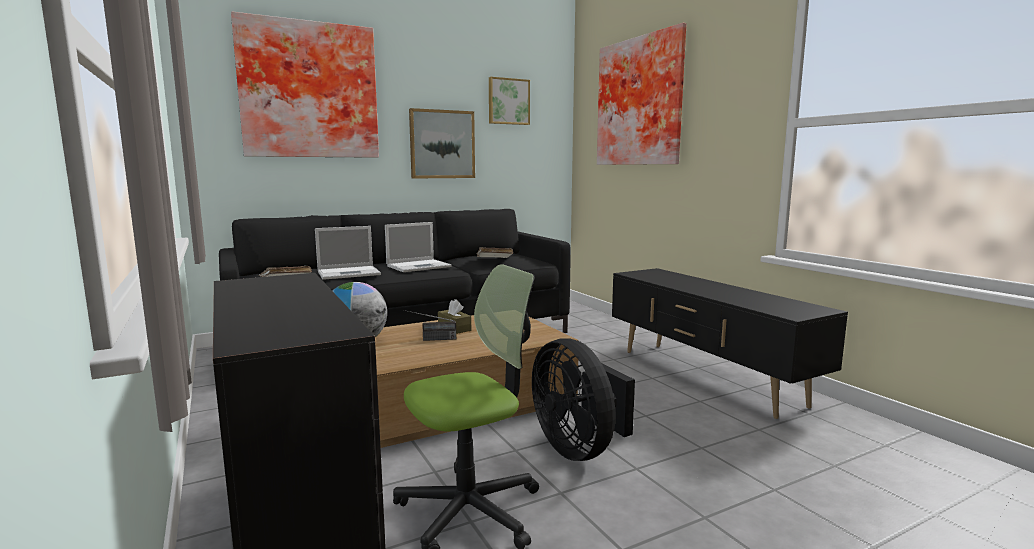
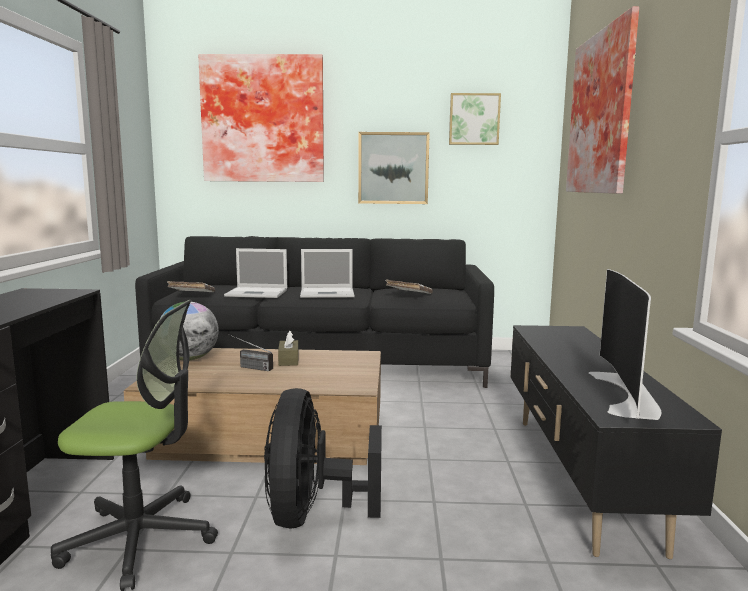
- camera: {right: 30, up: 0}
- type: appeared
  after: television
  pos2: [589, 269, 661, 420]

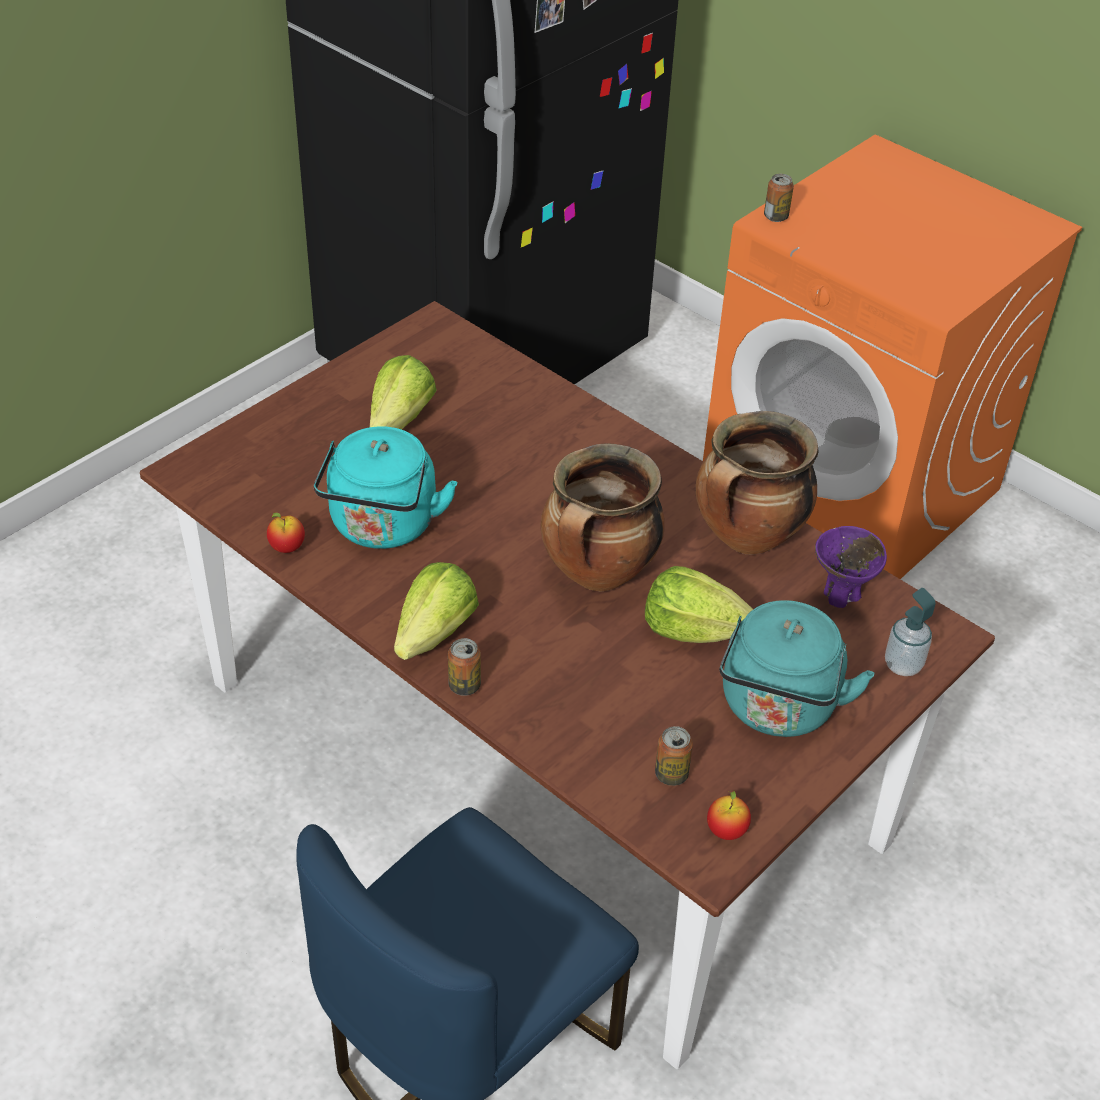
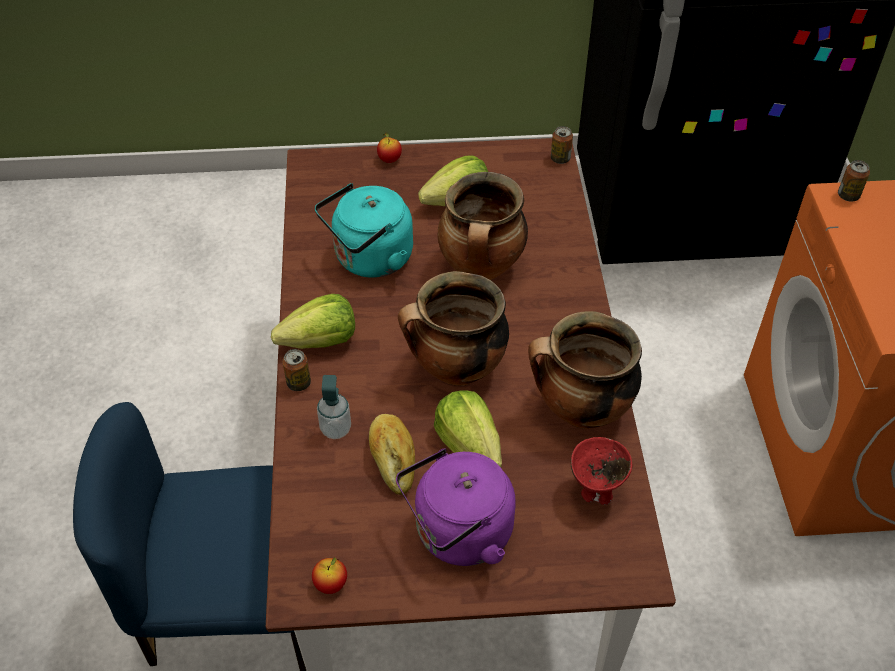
- camera: {right: 45, up: 5}
- type: appeared
  after: bakery bread
  pos2: [369, 414, 415, 495]
- type: appeared
  after: cooking pot
  pos2: [437, 172, 528, 280]
- type: relocated
  before: apple
  pos1: [267, 512, 305, 553]
  pos2: [377, 133, 402, 163]
- type: relocated
  before: metal can
  pos1: [655, 726, 693, 786]
  pos2: [551, 126, 573, 164]
- type: relocated
  before: liquid soap bottle
  pos1: [885, 588, 936, 676]
  pos2: [317, 375, 351, 439]
- type: colour
  before: tea kettle/turquoise
  after: tea kettle/purple-coloured
  pos1: [719, 600, 874, 737]
  pos2: [396, 448, 516, 566]
- type: colour
  before: deep dish/purple-coloured
  after: deep dish/reddish
  pos1: [815, 526, 887, 608]
  pos2: [571, 437, 632, 505]

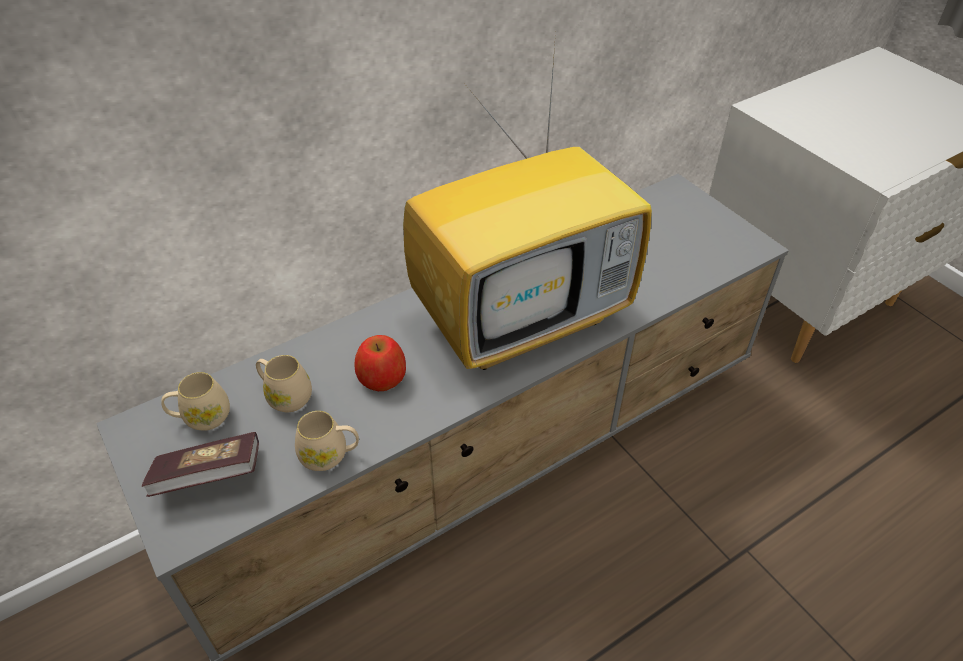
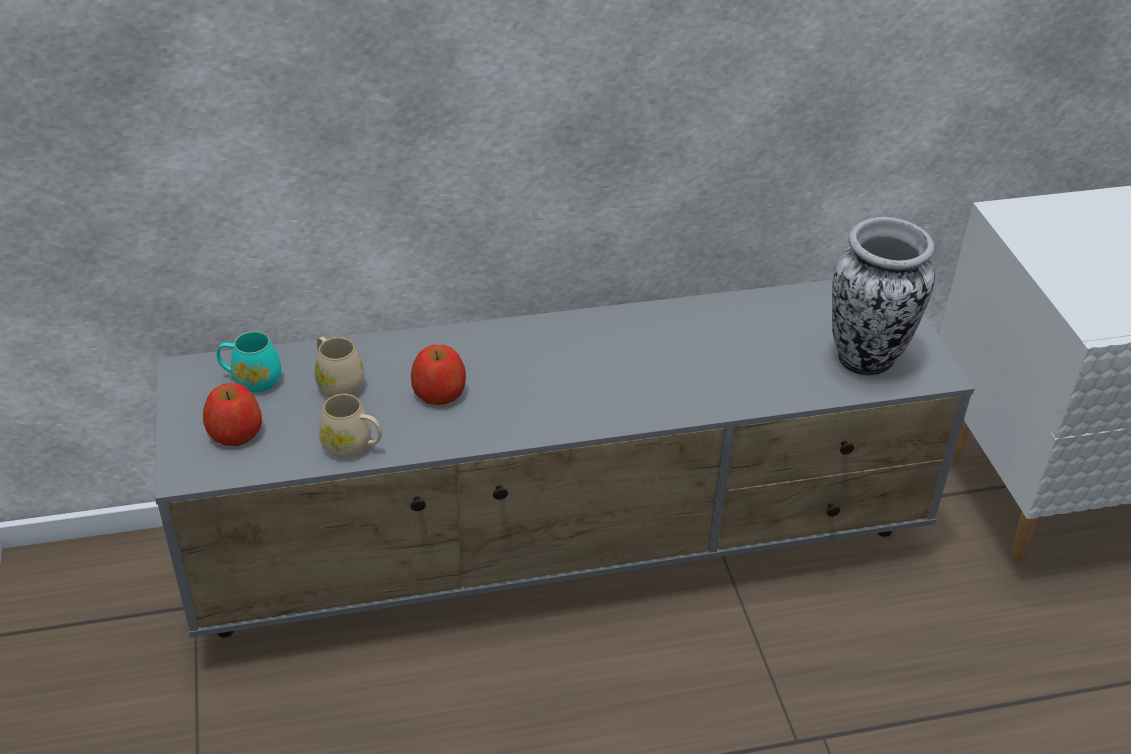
- camera: {right: 20, up: -5}
- type: missing
  before: television
  pos1: [403, 33, 652, 370]
- type: appeared
  after: vase
  pos2: [832, 217, 935, 376]
- type: exchanged
  before: volume
  after: apple
  pos1: [142, 432, 259, 497]
  pos2: [203, 383, 262, 446]
- type: colour
  before: mug/sand-coloured
  after: mug/turquoise
  pos1: [161, 372, 230, 431]
  pos2: [217, 331, 281, 393]

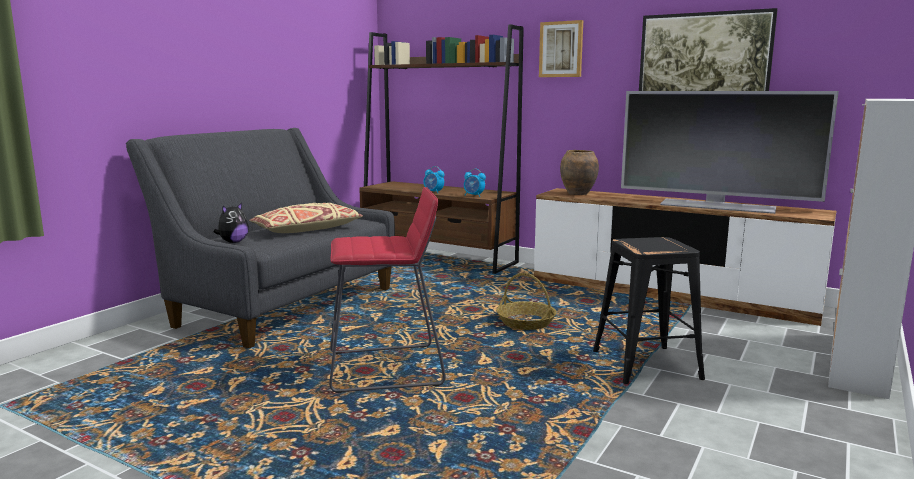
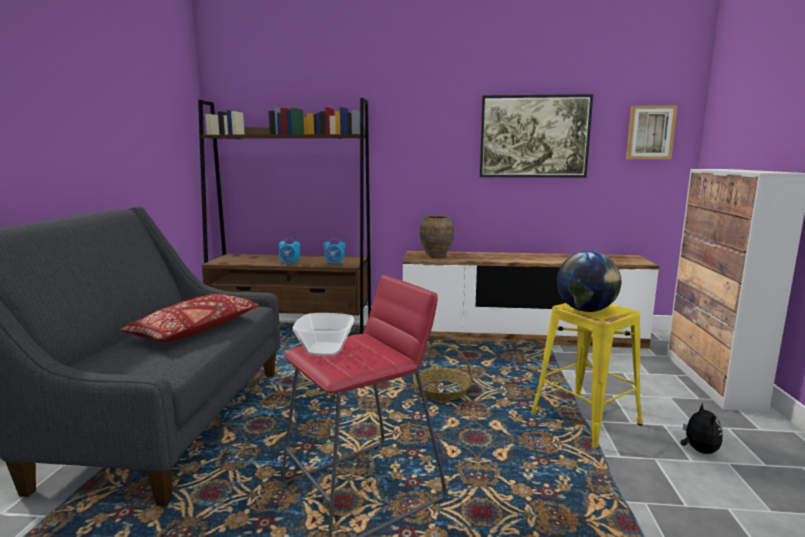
- camera: {right: -25, up: 0}
- type: missing
  before: television
  pos1: [621, 91, 839, 214]
- type: appeared
  after: deep dish
  pos2: [293, 313, 354, 356]
- type: appeared
  after: globe
  pos2: [557, 251, 621, 312]
- type: relocated
  before: soft toy
  pos1: [214, 202, 249, 243]
  pos2: [681, 403, 723, 454]
- type: relocated
  before: wall picture
  pos1: [539, 20, 583, 77]
  pos2: [626, 105, 678, 159]
- type: colour
  before: pillow/sand-coloured
  after: pillow/reddish
  pos1: [249, 203, 363, 233]
  pos2: [120, 294, 259, 342]
- type: colour
  before: sitting stool/black-coloured
  after: sitting stool/yellow
  pos1: [593, 237, 705, 384]
  pos2: [531, 303, 642, 448]

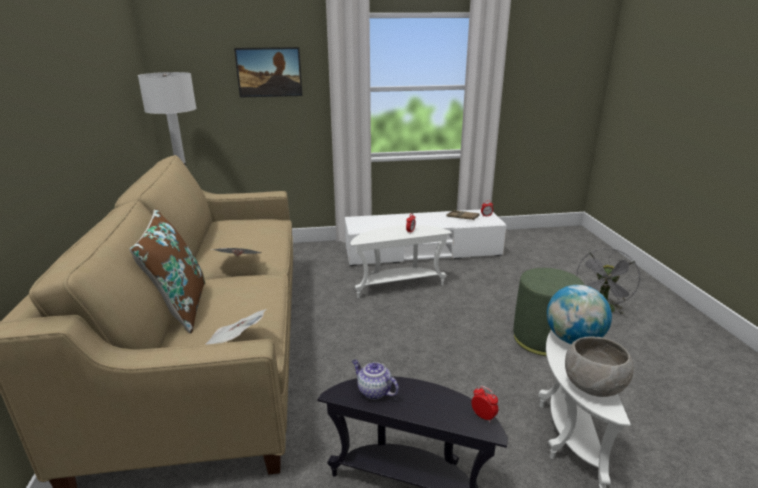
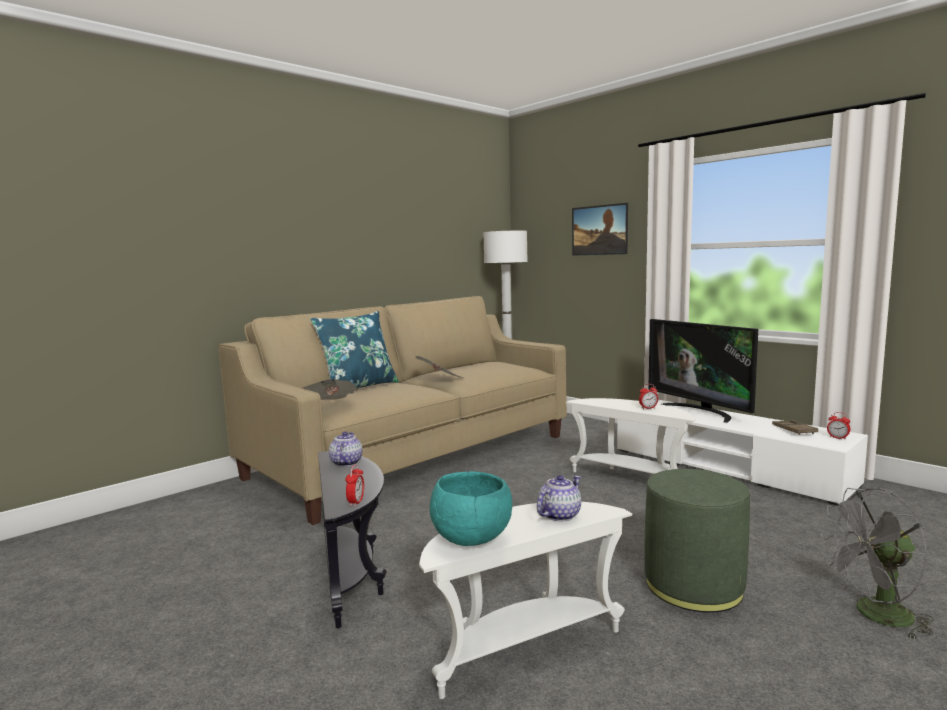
- camera: {right: 55, up: -15}
- type: appeared
  after: television
  pos2: [648, 319, 758, 423]
- type: exchanged
  before: globe
  after: pot for tea
  pos1: [547, 285, 612, 344]
  pos2: [537, 475, 581, 521]
- type: colour
  before: pillow/brown-coloured
  after: pillow/bluish
  pos1: [129, 209, 205, 334]
  pos2: [310, 311, 399, 388]
- type: colour
  before: deep dish/grey
  after: deep dish/turquoise
  pos1: [565, 337, 634, 397]
  pos2: [430, 471, 512, 546]

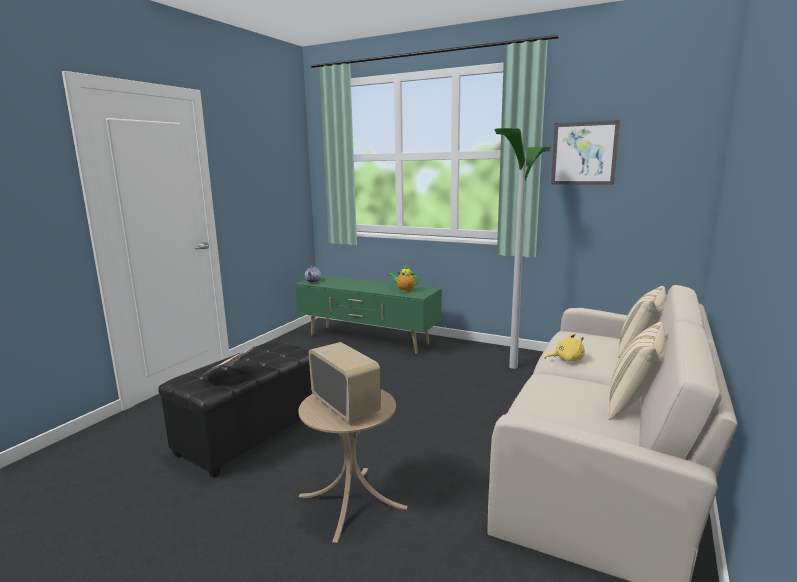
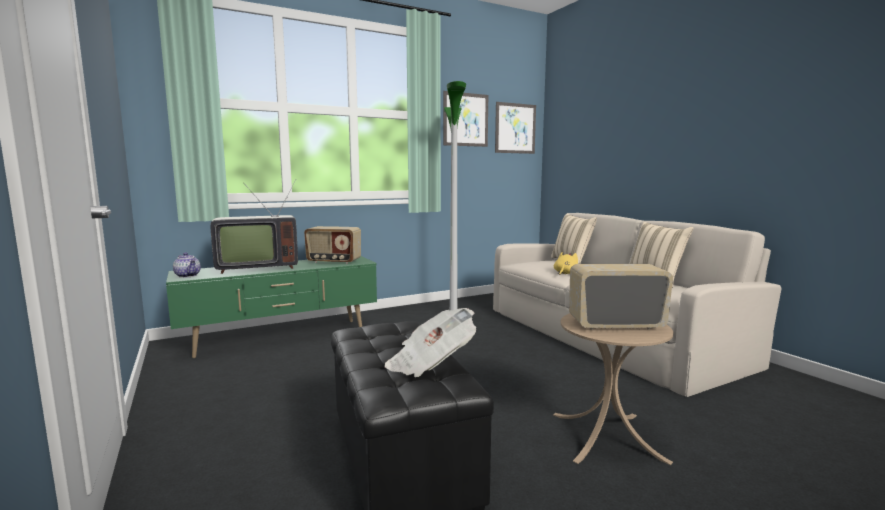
- camera: {right: -55, up: -5}
- type: appeared
  after: television
  pos2: [210, 180, 298, 274]
- type: appeared
  after: wall picture
  pos2: [495, 102, 536, 154]
- type: exchanged
  before: pot for tea
  after: radio set
  pos1: [388, 265, 418, 292]
  pos2: [304, 226, 361, 264]

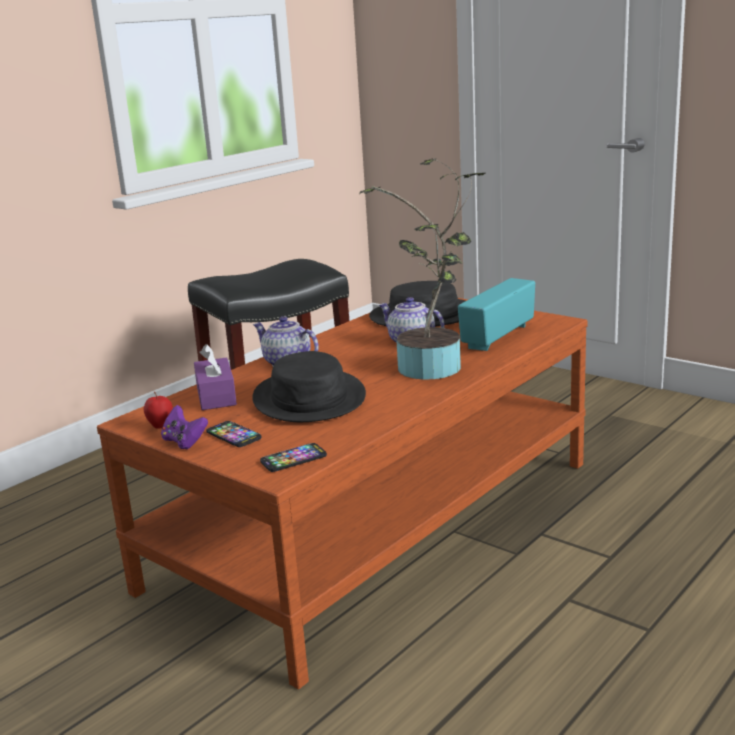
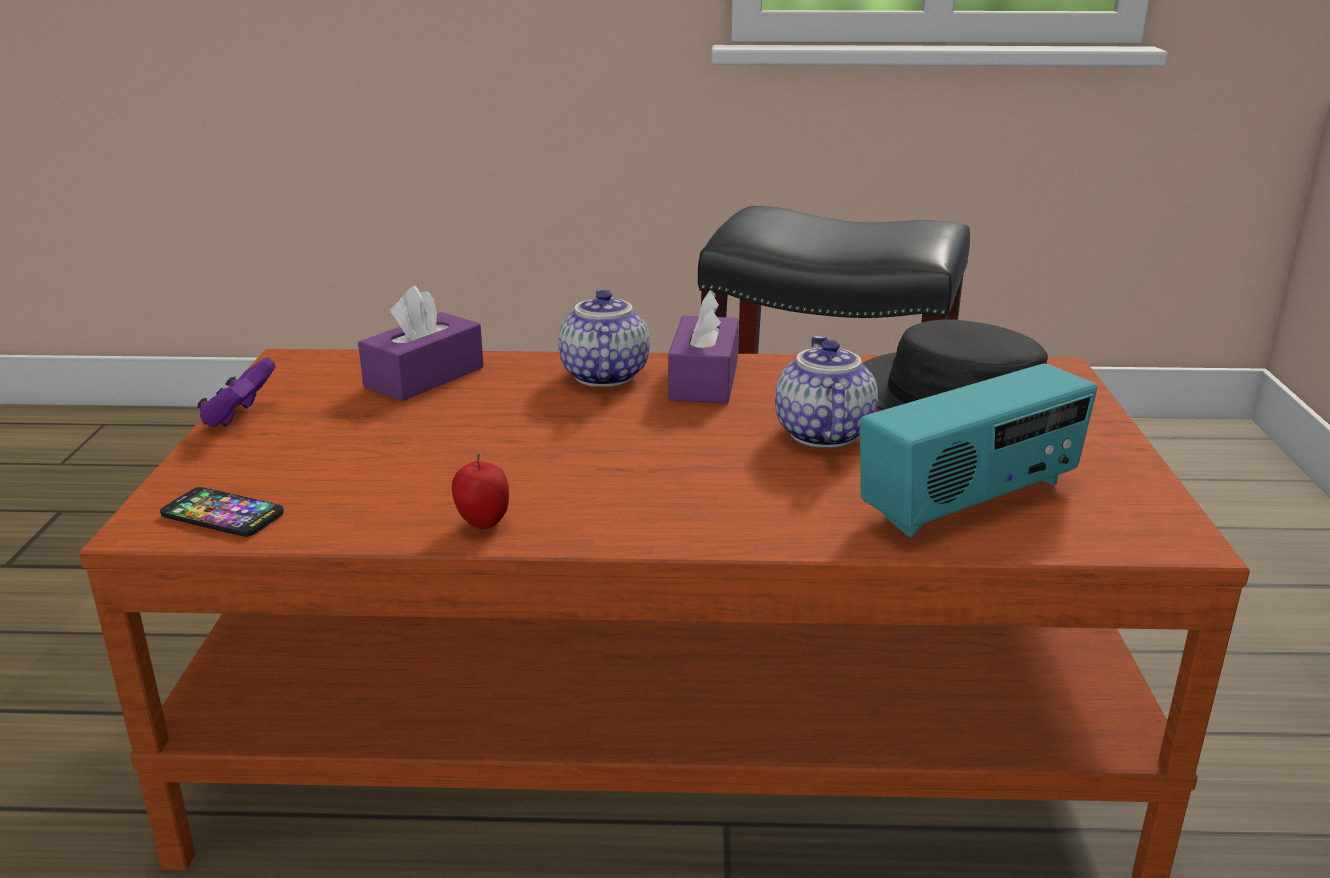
- camera: {right: 50, up: 5}
- type: missing
  before: handset
  pos1: [206, 421, 261, 447]
- type: missing
  before: clothing hat/black-coloured
  pos1: [252, 351, 366, 422]
- type: missing
  before: potted plant
  pos1: [360, 158, 486, 380]
- type: appeared
  after: box of tissues/purple-coloured
  pos2: [668, 290, 739, 404]
- type: relocated
  before: apple
  pos1: [144, 392, 173, 429]
  pos2: [452, 454, 509, 529]
- type: spun
  before: radio set
  pos1: [458, 278, 535, 351]
  pos2: [860, 364, 1097, 537]
  turn: 150

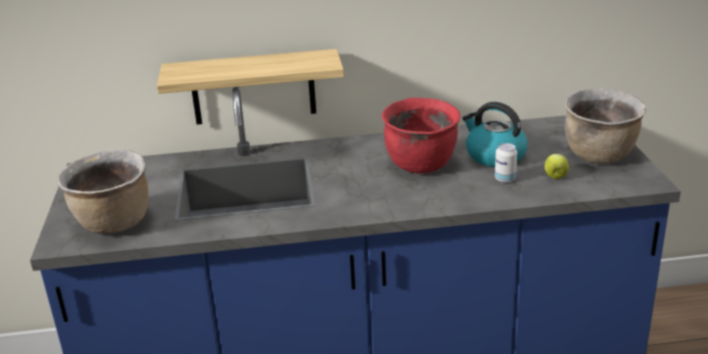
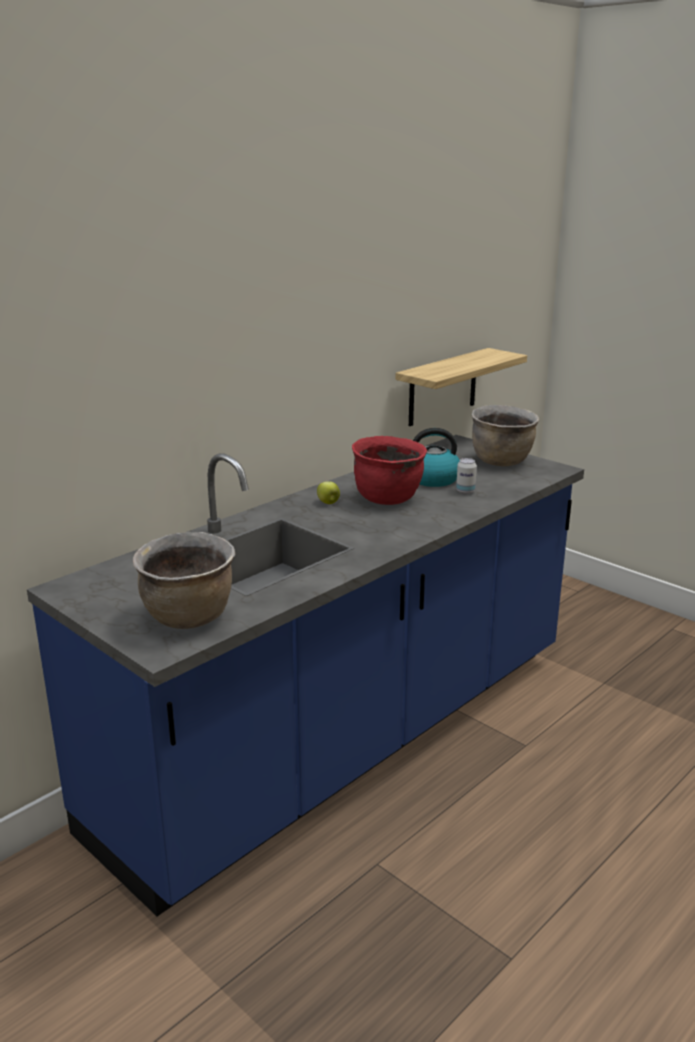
- camera: {right: -40, up: -5}
- type: relocated
  before: shelf
  pos1: [157, 49, 344, 125]
  pos2: [396, 348, 527, 426]
- type: relocated
  before: apple
  pos1: [544, 154, 569, 179]
  pos2: [317, 481, 340, 504]

